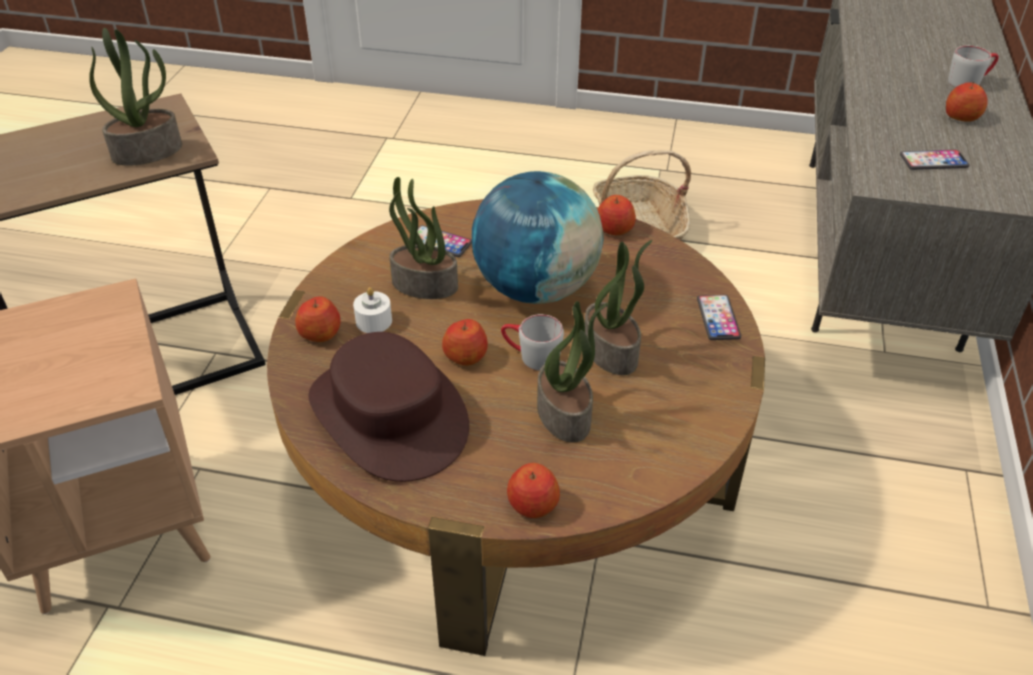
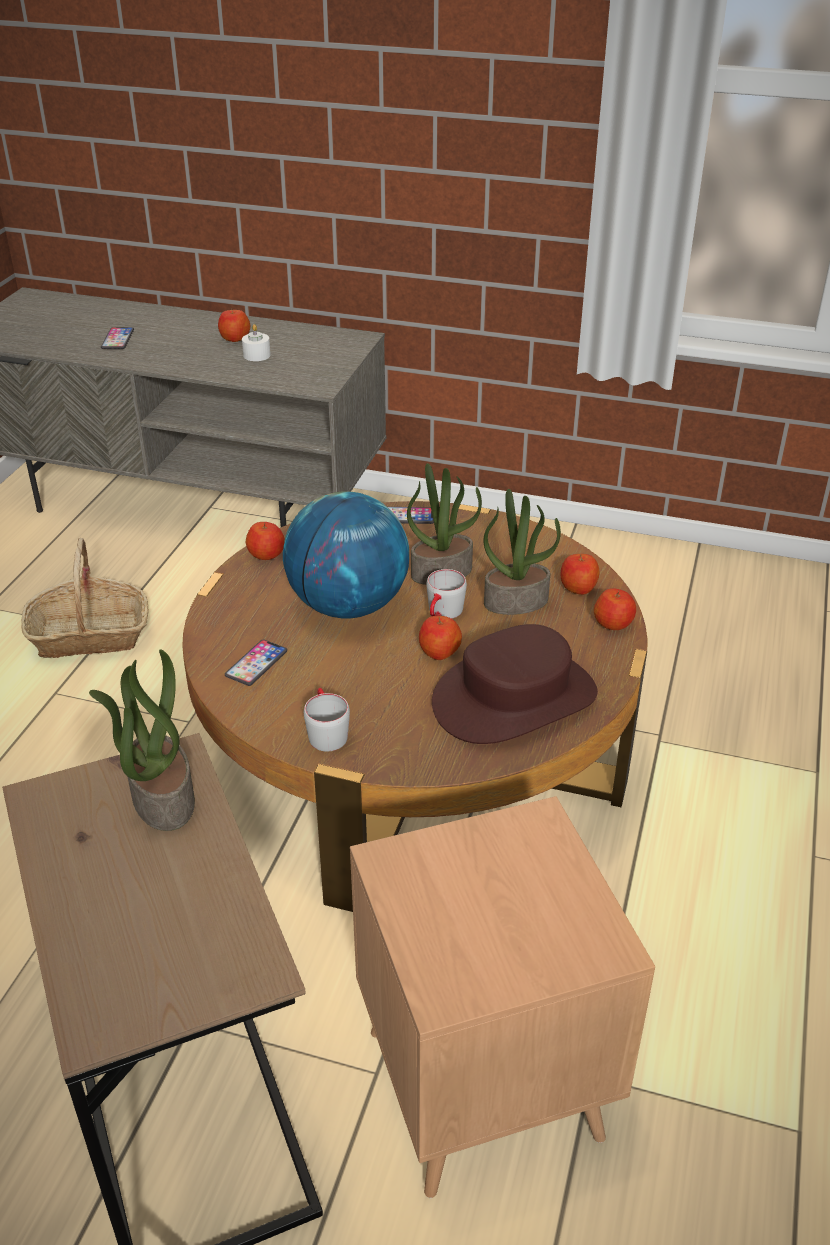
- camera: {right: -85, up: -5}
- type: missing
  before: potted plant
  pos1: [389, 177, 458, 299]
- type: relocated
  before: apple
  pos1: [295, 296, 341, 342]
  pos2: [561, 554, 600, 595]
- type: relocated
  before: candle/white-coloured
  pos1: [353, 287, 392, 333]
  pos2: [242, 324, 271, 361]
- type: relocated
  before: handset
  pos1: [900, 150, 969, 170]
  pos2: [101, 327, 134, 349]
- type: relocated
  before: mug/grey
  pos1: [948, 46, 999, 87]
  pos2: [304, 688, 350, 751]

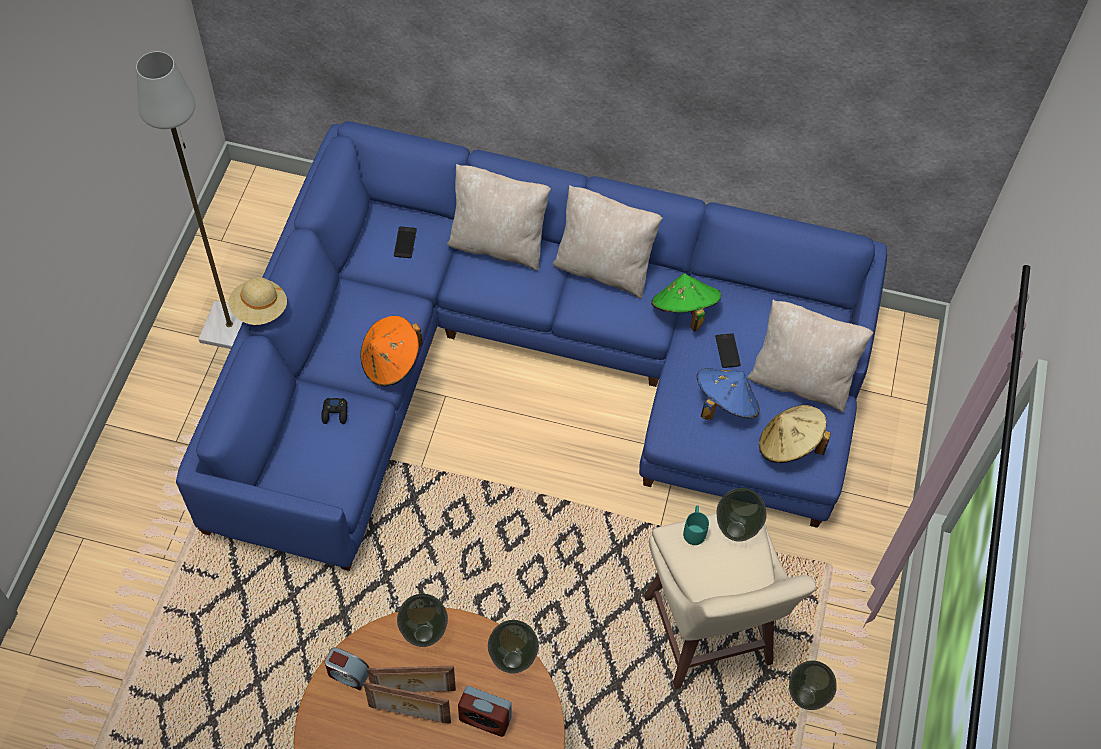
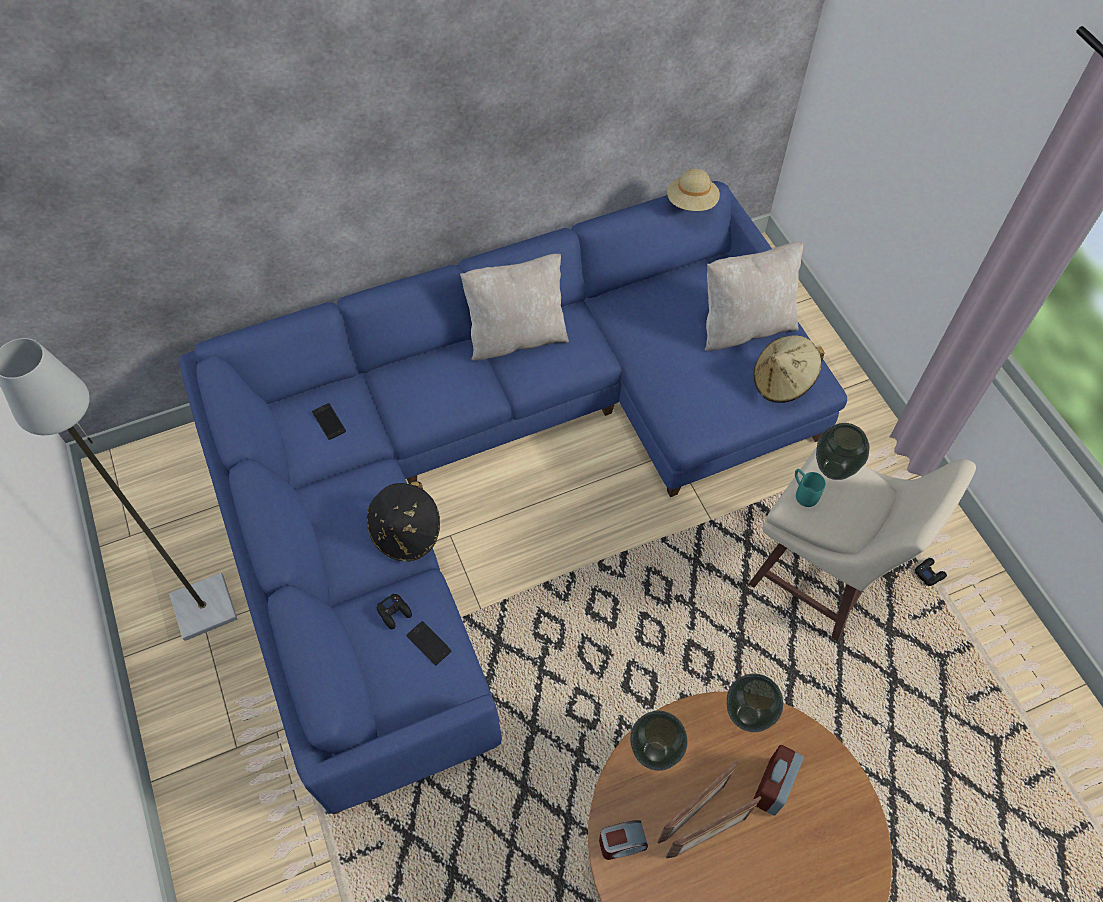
- camera: {right: -35, up: 0}
- type: missing
  before: pillow/sand-coloured
  pos1: [447, 164, 551, 271]
- type: missing
  before: clothing hat/greenish
  pos1: [651, 273, 721, 332]
- type: missing
  before: clothing hat/bluish
  pos1: [697, 368, 760, 420]
- type: relocated
  before: clothing hat/sand-coloured
  pos1: [228, 277, 287, 325]
  pos2: [667, 169, 720, 211]
- type: relocated
  before: handset
  pos1: [715, 333, 741, 368]
  pos2: [406, 621, 451, 665]
- type: exchanged
  before: vase
  after: joypad/black-coloured
  pos1: [789, 661, 837, 710]
  pos2: [915, 558, 947, 586]
- type: colour
  before: clothing hat/orangey
  after: clothing hat/black-coloured
  pos1: [360, 316, 423, 386]
  pos2: [367, 480, 440, 562]
- type: spun
  before: table clock
  pos1: [458, 686, 512, 737]
  pos2: [753, 745, 804, 816]
  turn: 135

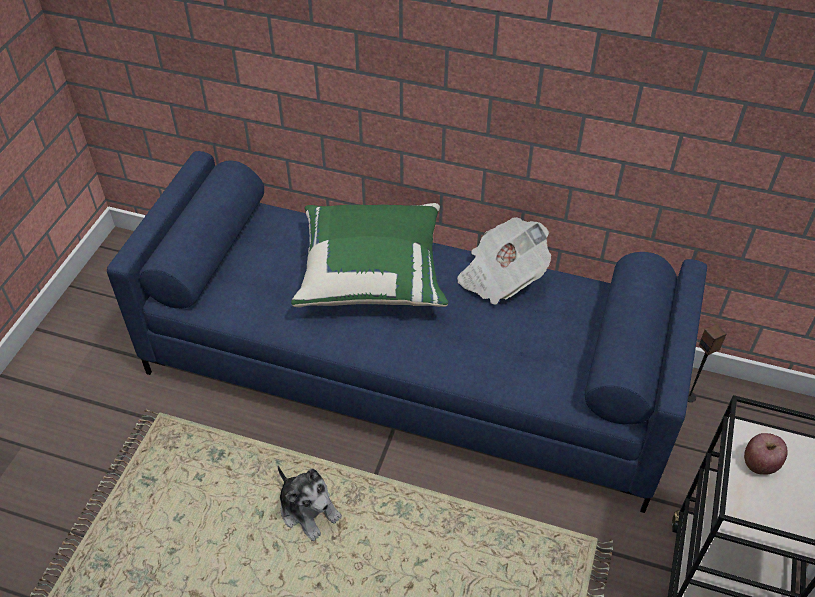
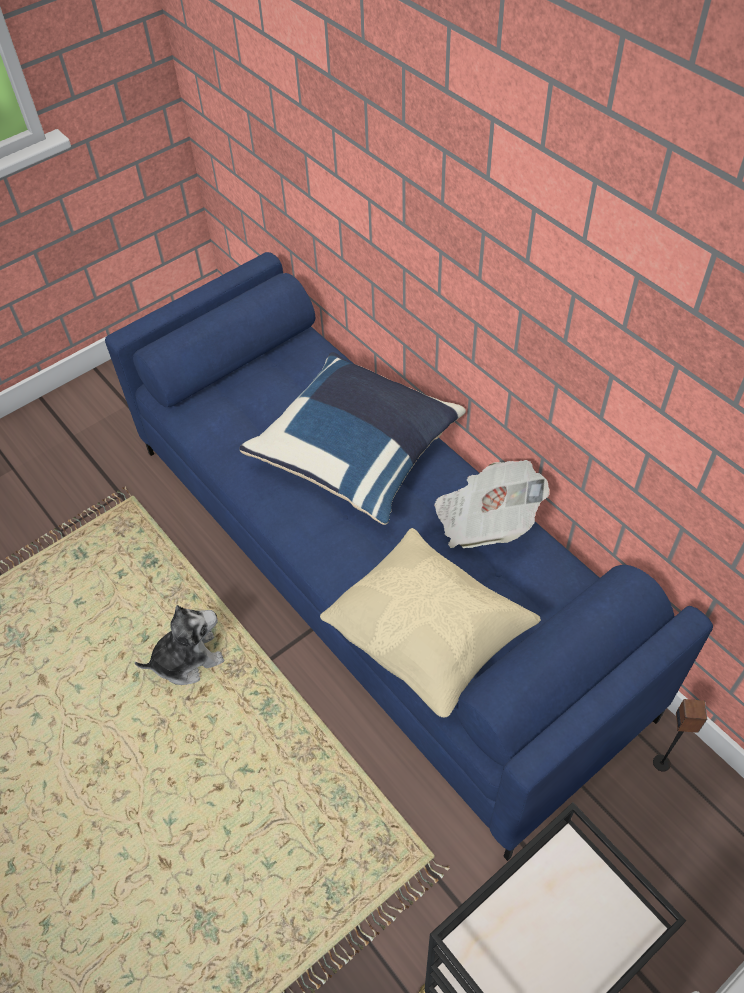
- camera: {right: 35, up: 5}
- type: missing
  before: apple
  pos1: [744, 433, 788, 475]
- type: appeared
  after: pillow/sand-coloured
  pos2: [320, 528, 541, 717]
- type: colour
  before: pillow/greenish
  after: pillow/bluish
  pos1: [291, 203, 448, 307]
  pos2: [240, 352, 466, 525]
- type: spun
  before: soft toy
  pos1: [277, 466, 342, 541]
  pos2: [135, 605, 224, 685]
  turn: -105

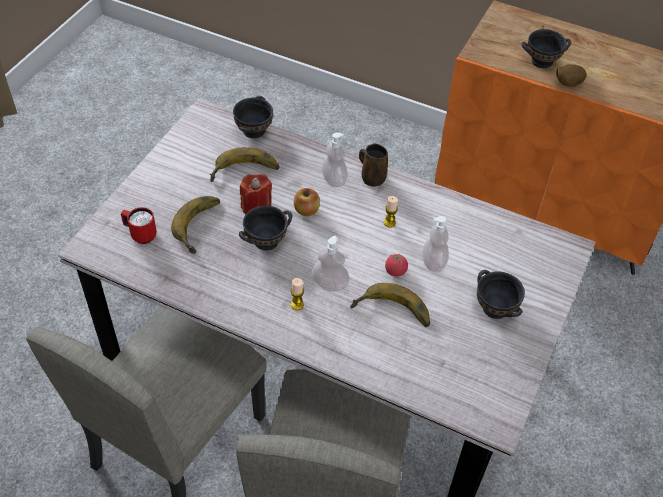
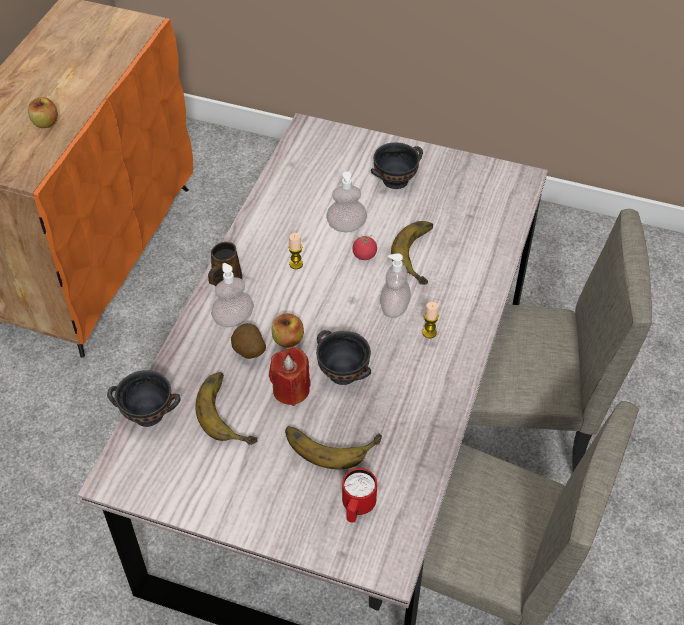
- camera: {right: -95, up: 0}
- type: relocated
  before: spud
  pos1: [556, 64, 587, 87]
  pos2: [231, 323, 266, 359]
- type: exchanged
  before: deep dish/black-coloured
  after: apple
  pos1: [522, 29, 571, 68]
  pos2: [28, 97, 58, 128]

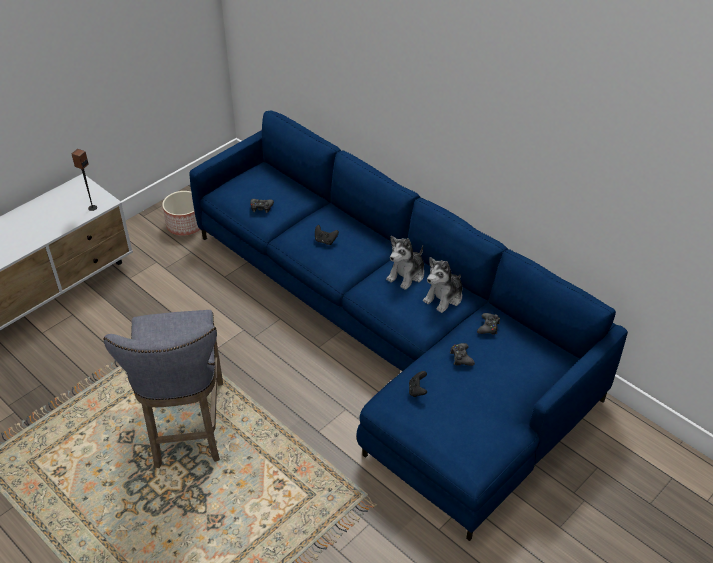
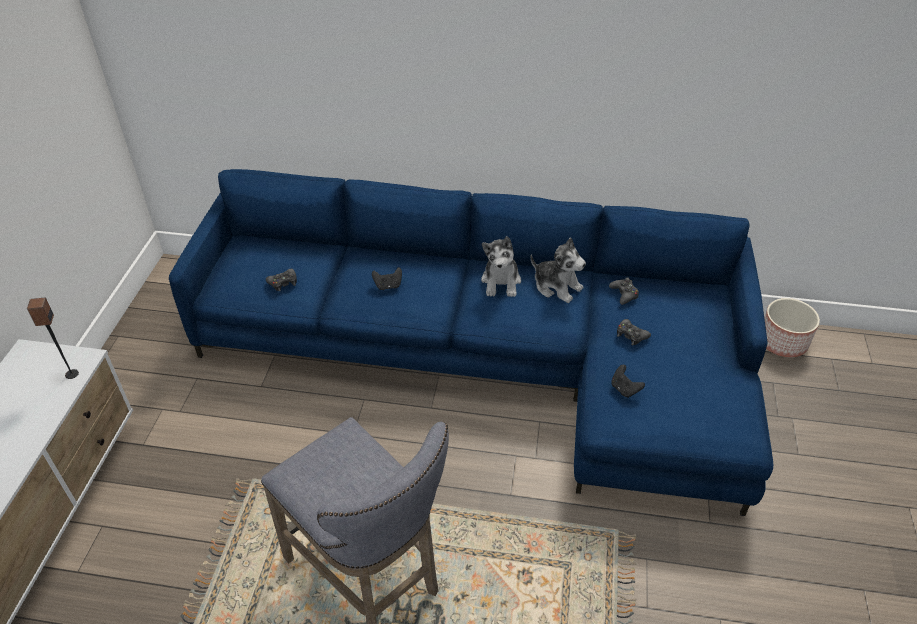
- camera: {right: -35, up: 0}
- type: relocated
  before: flower pot
  pos1: [162, 191, 200, 236]
  pos2: [764, 298, 820, 357]
- type: spun
  before: soft toy
  pos1: [423, 257, 463, 313]
  pos2: [531, 237, 586, 303]
  turn: -60

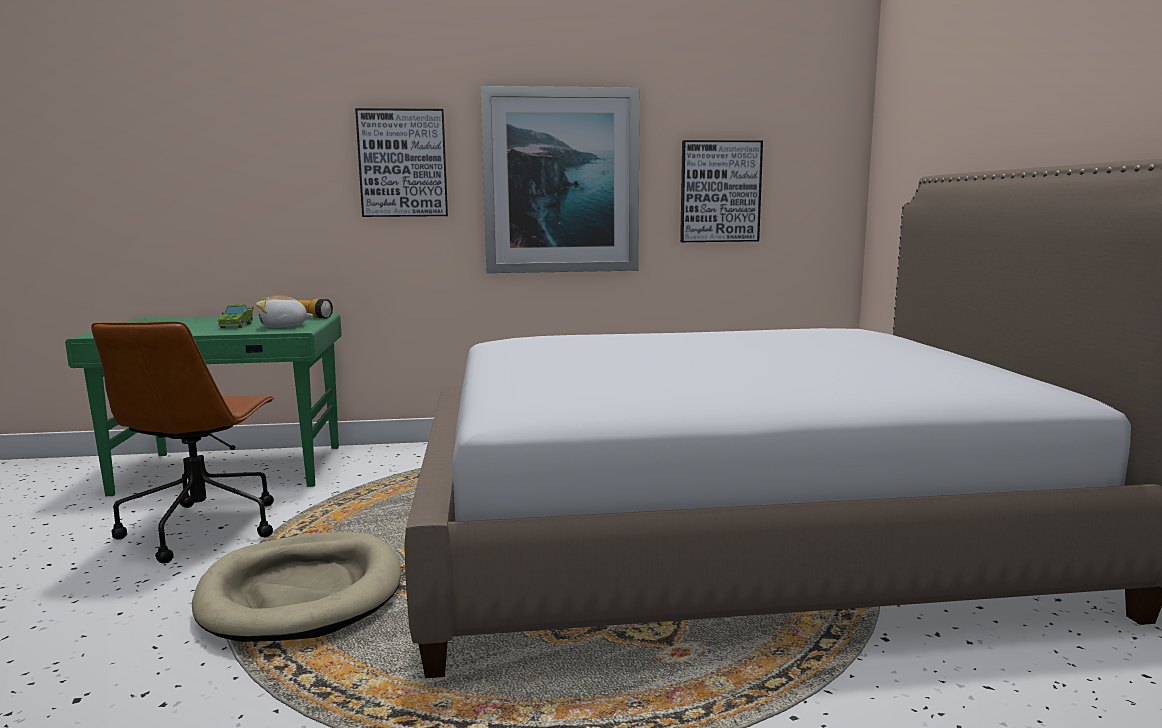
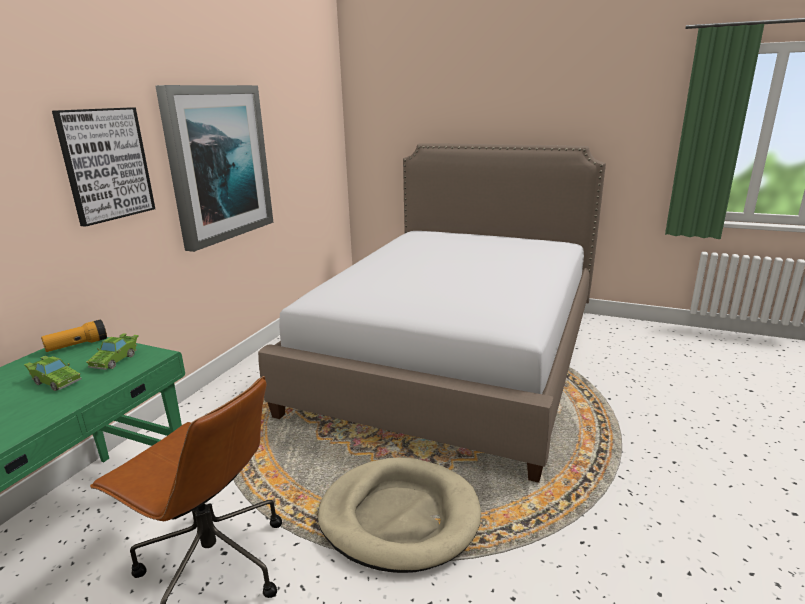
- camera: {right: -60, up: 10}
- type: missing
  before: wall picture
  pos1: [680, 140, 763, 242]
- type: exchanged
  before: soft toy
  after: miniature car/greenish
  pos1: [256, 295, 313, 328]
  pos2: [86, 333, 139, 370]

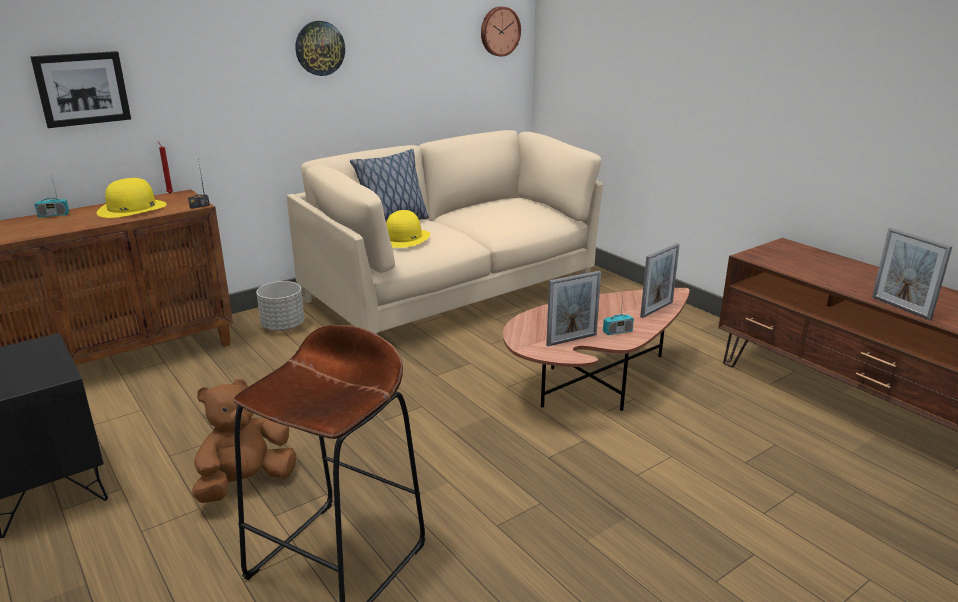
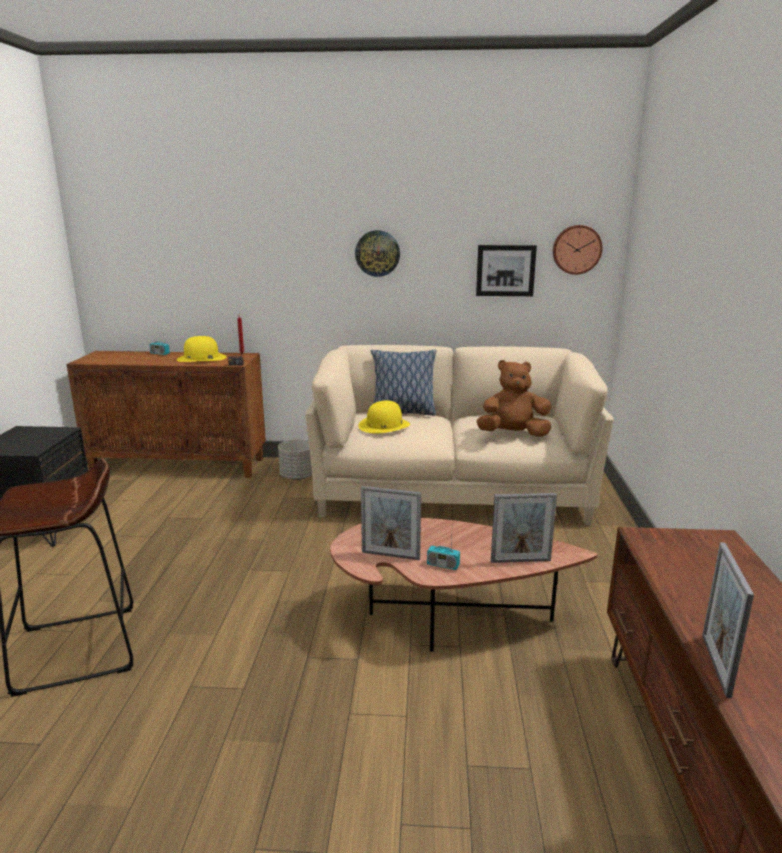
- camera: {right: 40, up: -5}
- type: relocated
  before: wall picture
  pos1: [30, 51, 131, 128]
  pos2: [476, 245, 537, 296]
- type: relocated
  before: soft toy/brown-coloured
  pos1: [191, 379, 296, 503]
  pos2: [476, 360, 551, 437]

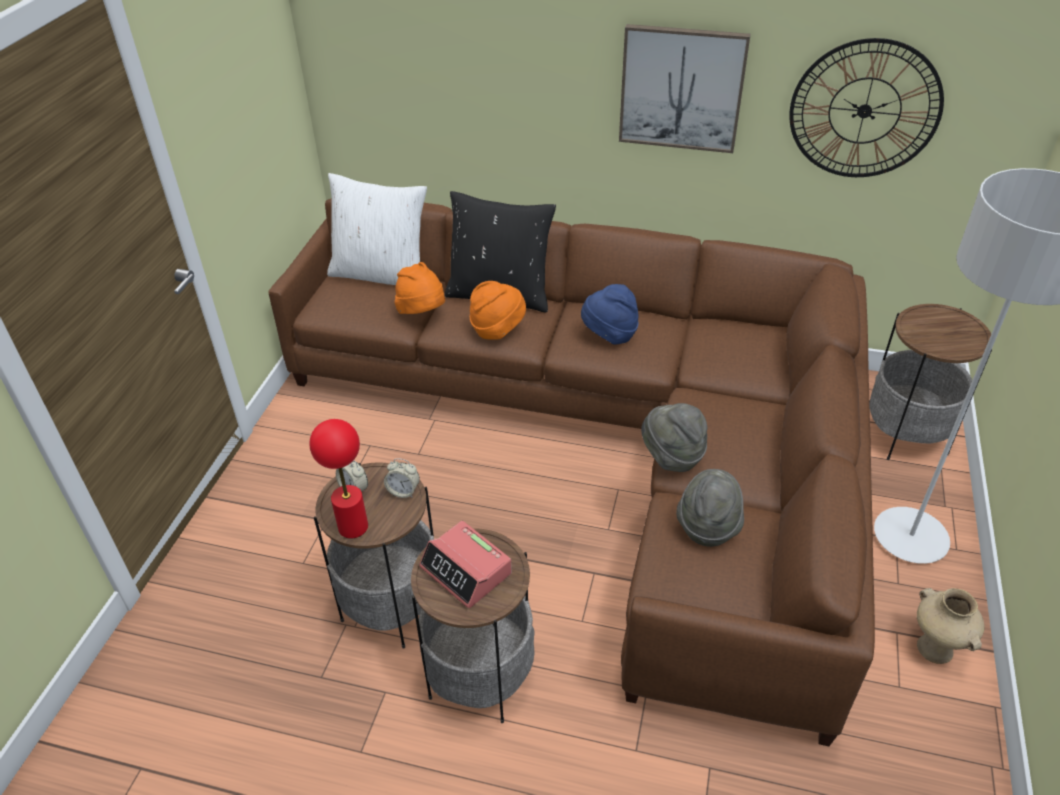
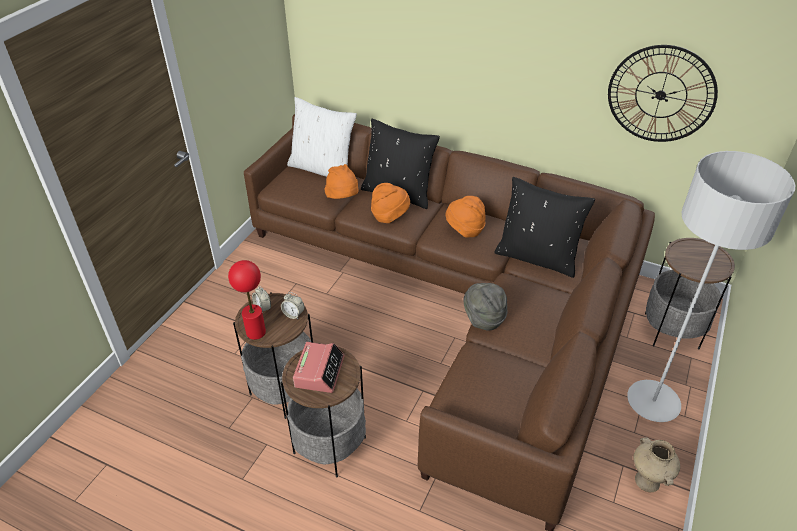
- camera: {right: 10, up: 0}
- type: missing
  before: wall picture
  pos1: [619, 24, 751, 153]
- type: missing
  before: clothing hat/grey
  pos1: [676, 469, 744, 547]
- type: appeared
  after: pillow/black-coloured
  pos2: [495, 177, 595, 278]
- type: colour
  before: clothing hat/bluish
  after: clothing hat/orangey
  pos1: [581, 284, 639, 345]
  pos2: [445, 196, 486, 237]
- type: spun
  before: table clock
  pos1: [419, 521, 512, 608]
  pos2: [293, 342, 345, 393]
  turn: -135

